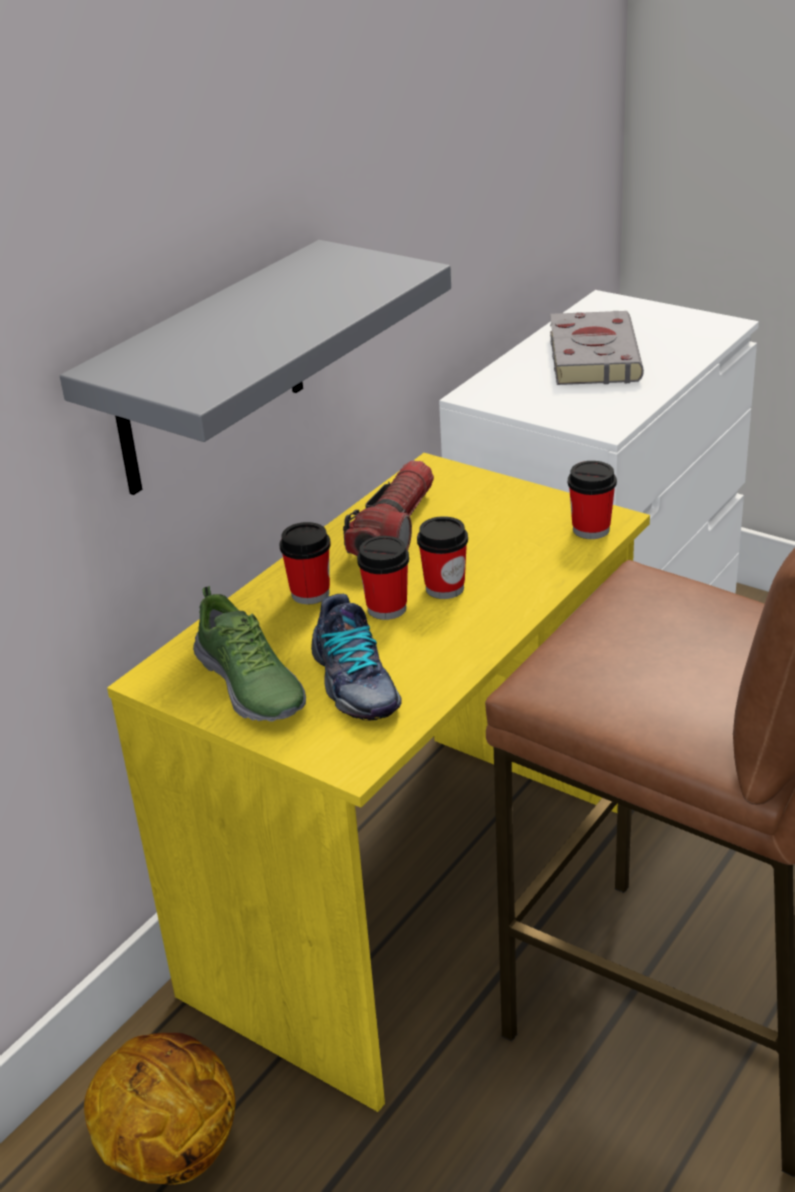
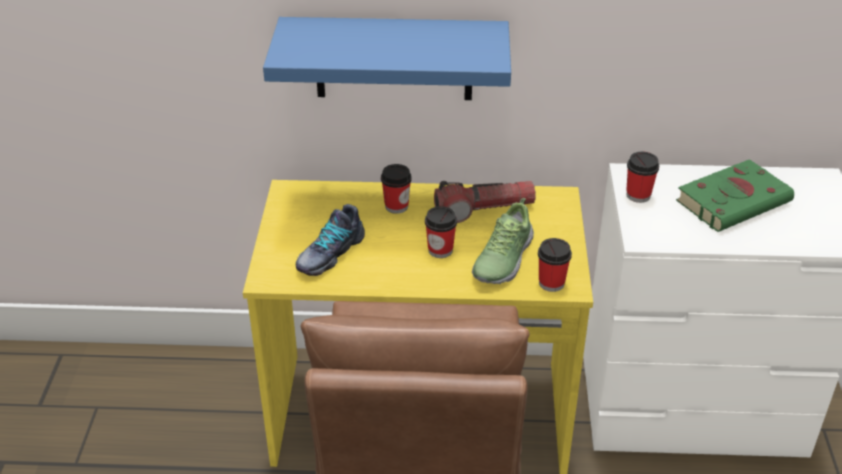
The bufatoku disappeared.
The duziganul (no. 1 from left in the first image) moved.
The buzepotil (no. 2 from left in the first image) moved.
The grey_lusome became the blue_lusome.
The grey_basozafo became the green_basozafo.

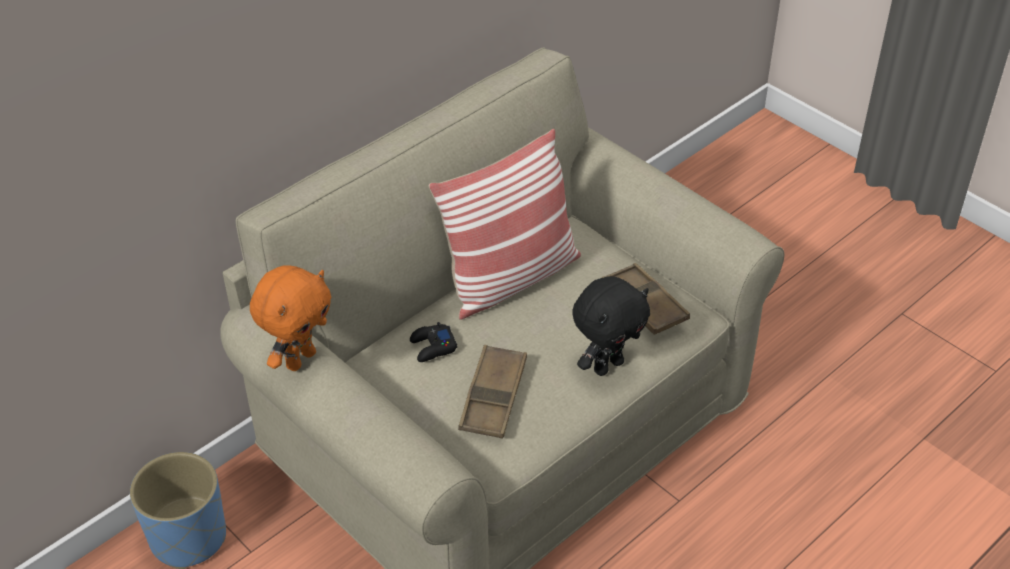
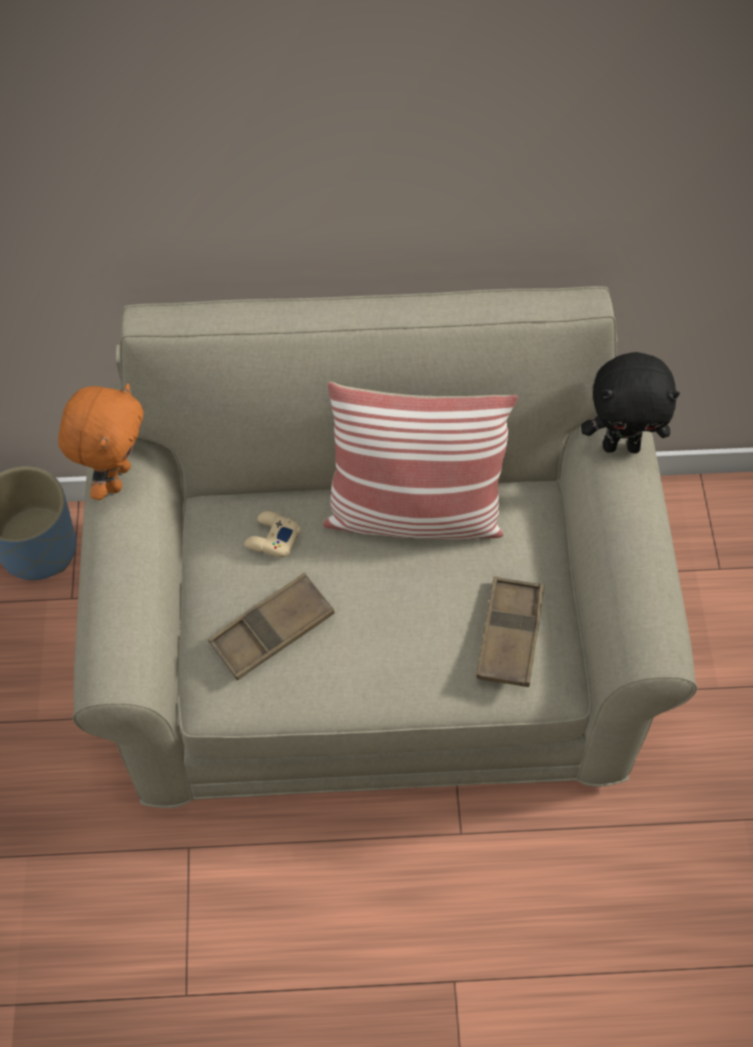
The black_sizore moved.
The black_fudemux became the beige_fudemux.
The orange_sizore turned 60 degrees counterclockwise.

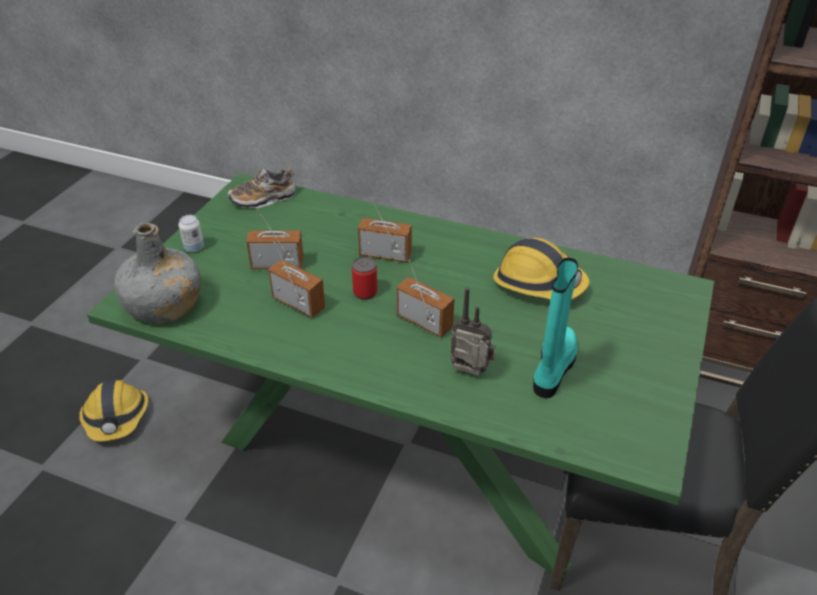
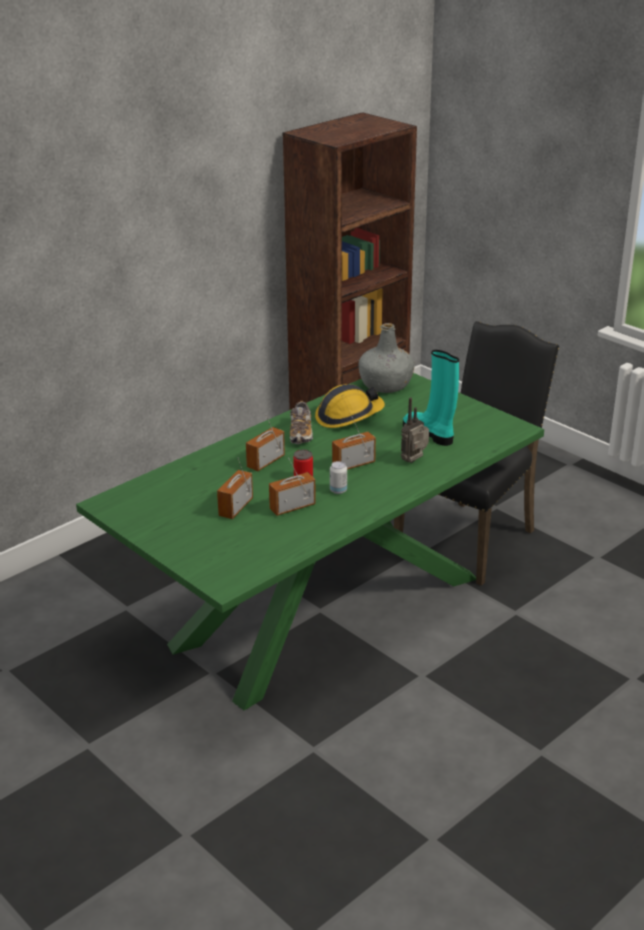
The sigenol (no. 1 from left) disappeared.
The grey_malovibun moved.
The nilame (no. 1 from left in the first image) moved.
The duziganul moved.

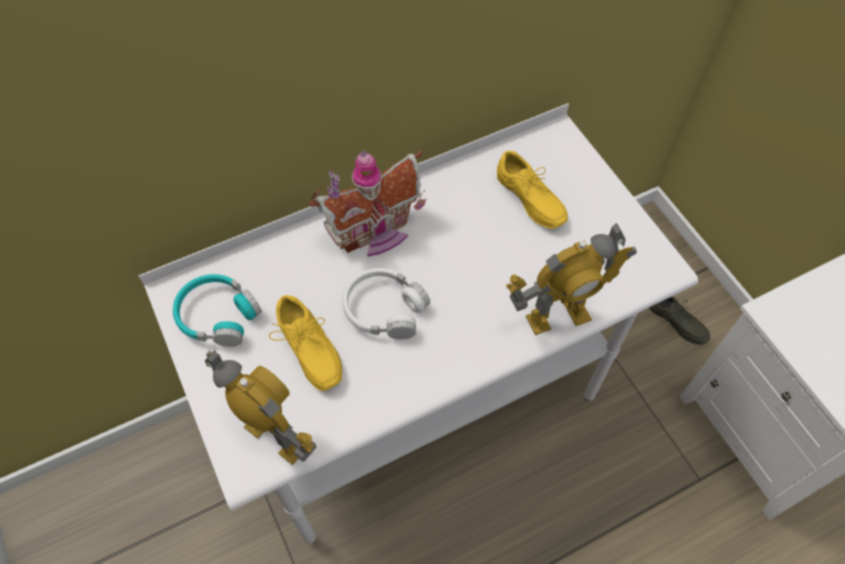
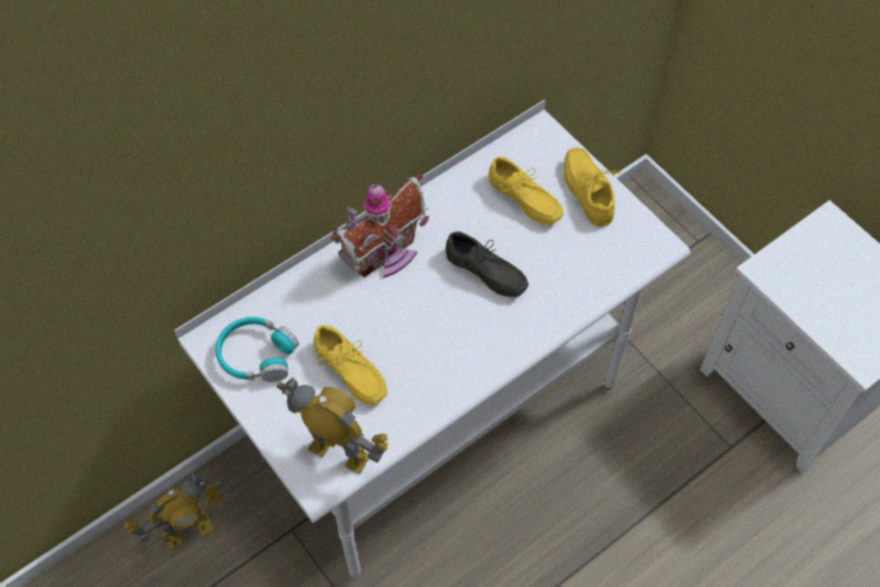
The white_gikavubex disappeared.
The yellow_duziganul (no. 3 from left) appeared.
The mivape (no. 2 from left in the first image) moved.
The grey_duziganul moved.

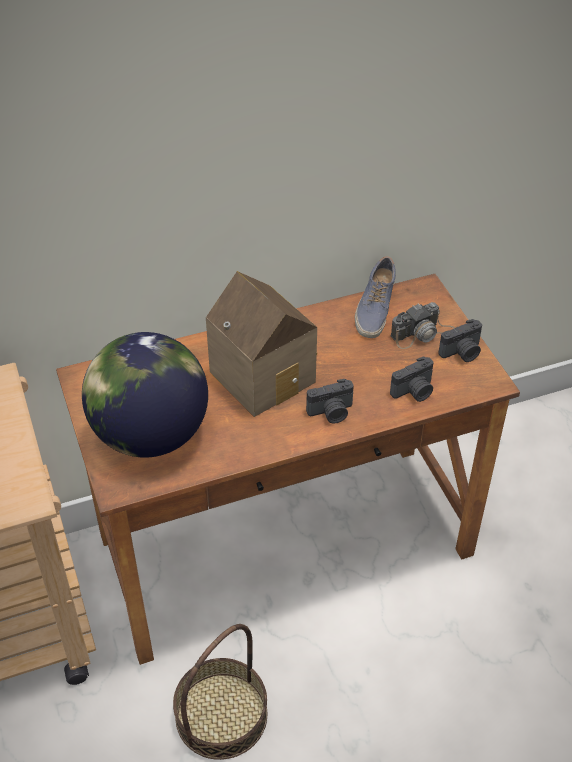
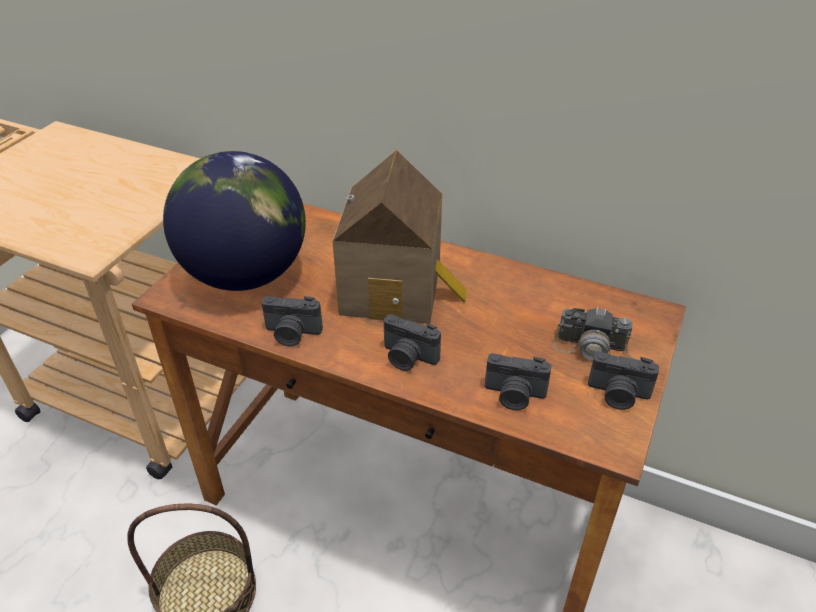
The duziganul disappeared.
The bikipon (no. 1 from left) appeared.

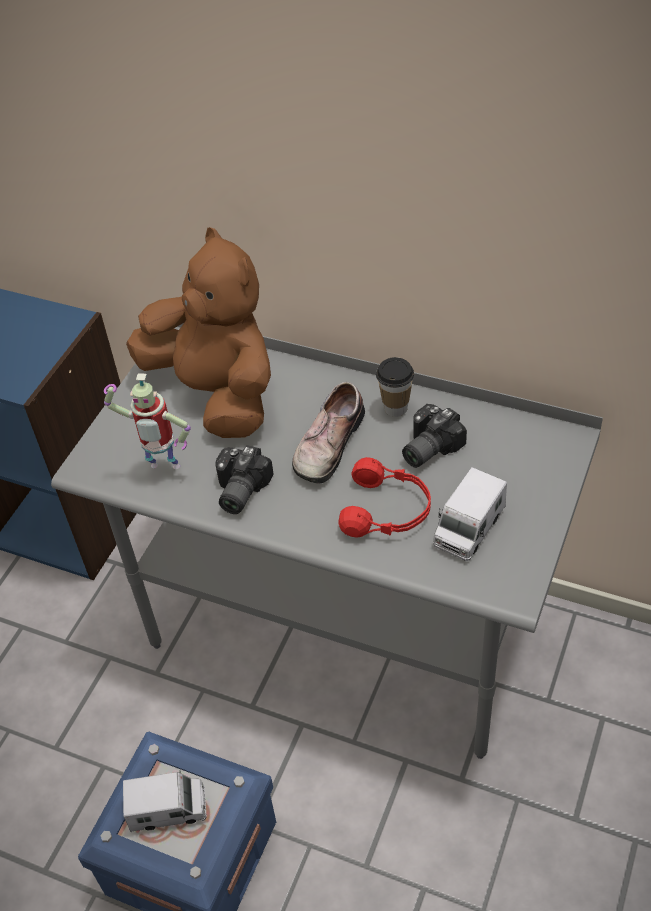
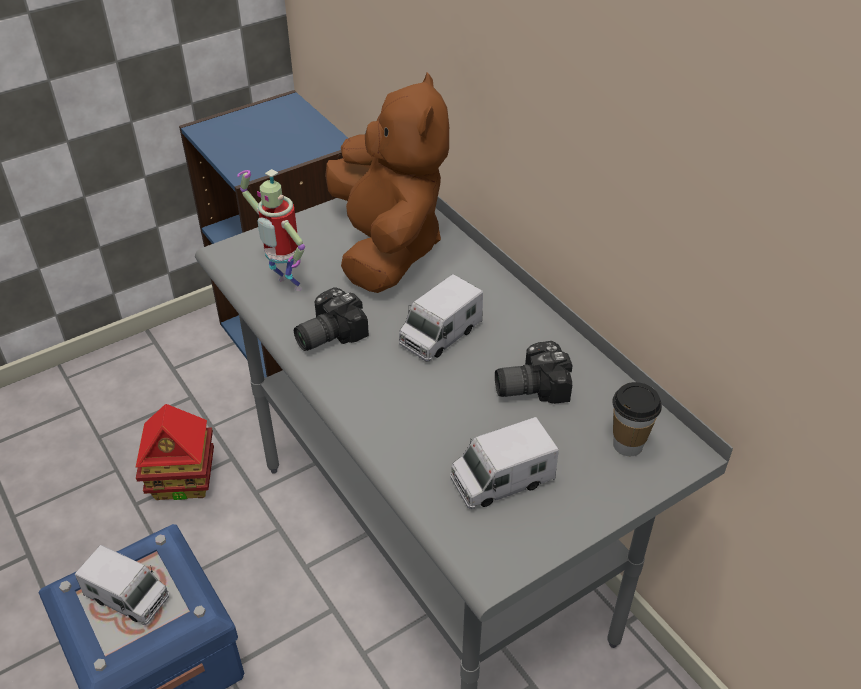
The red_gikavubex disappeared.
The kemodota appeared.
The buzepotil moved.
The duziganul was replaced by the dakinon (no. 2 from left).

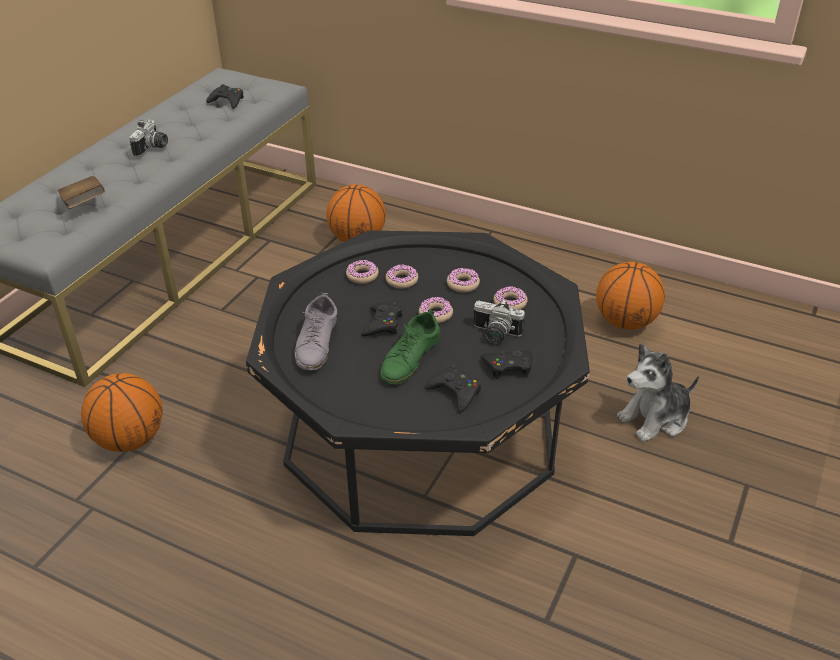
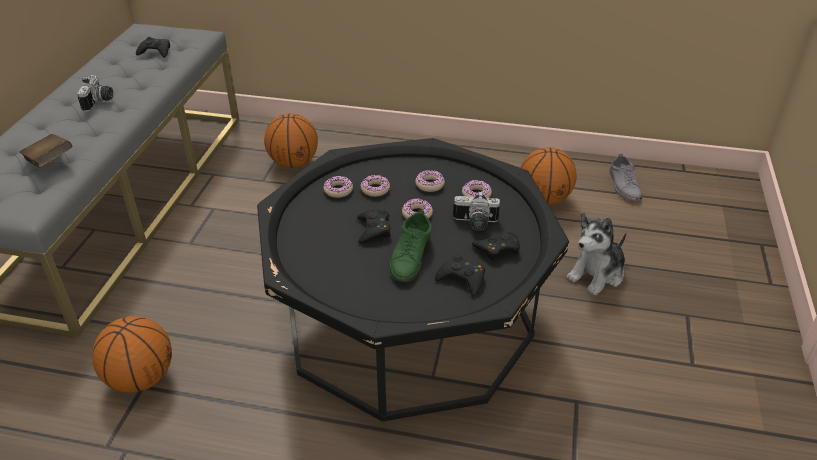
The grey_duziganul moved.

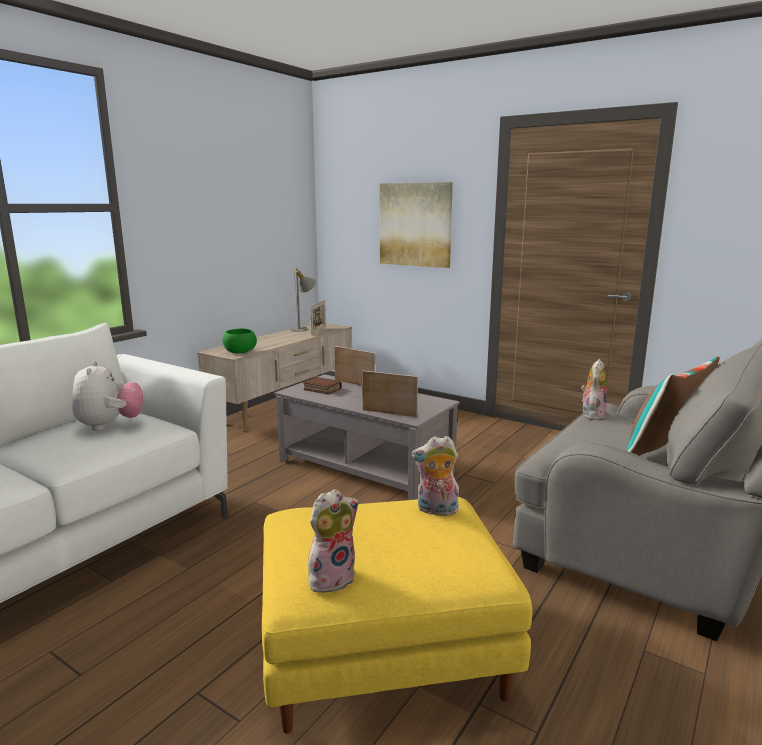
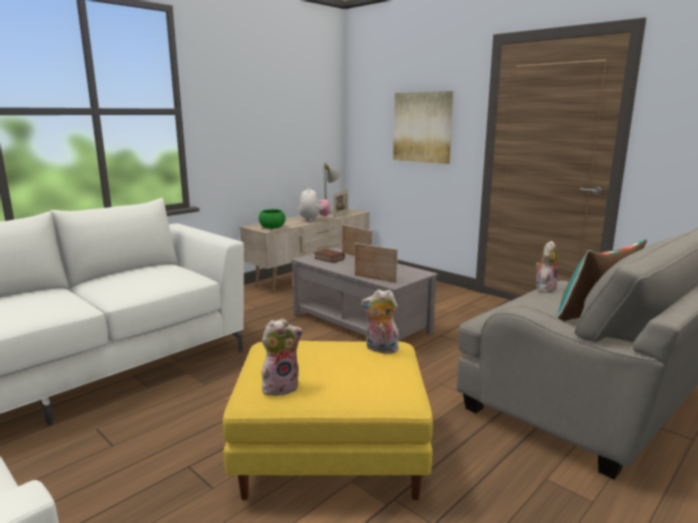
The sizore (no. 1 from left in the first image) moved.

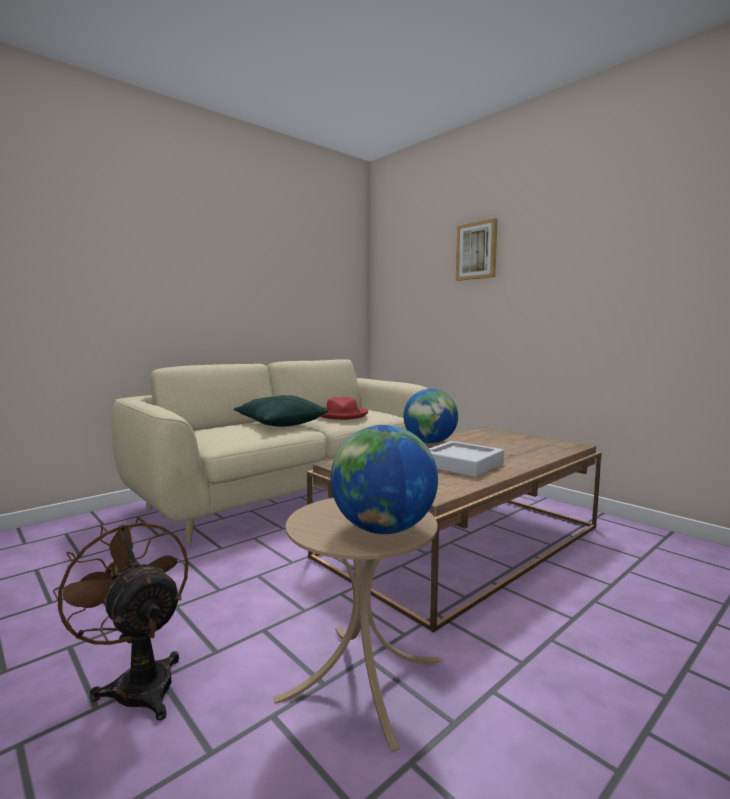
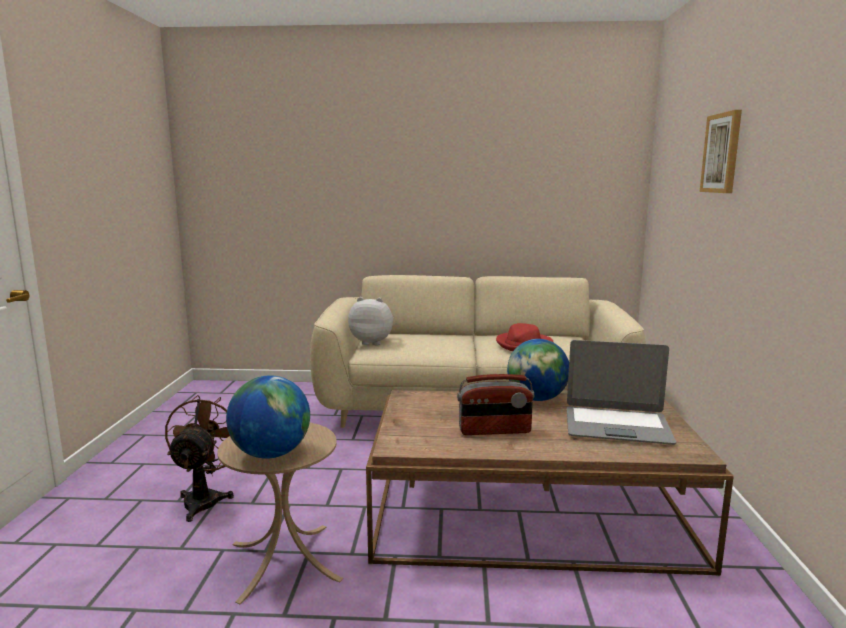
The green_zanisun disappeared.
The sizore appeared.
The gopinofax appeared.
The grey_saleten was replaced by the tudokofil.

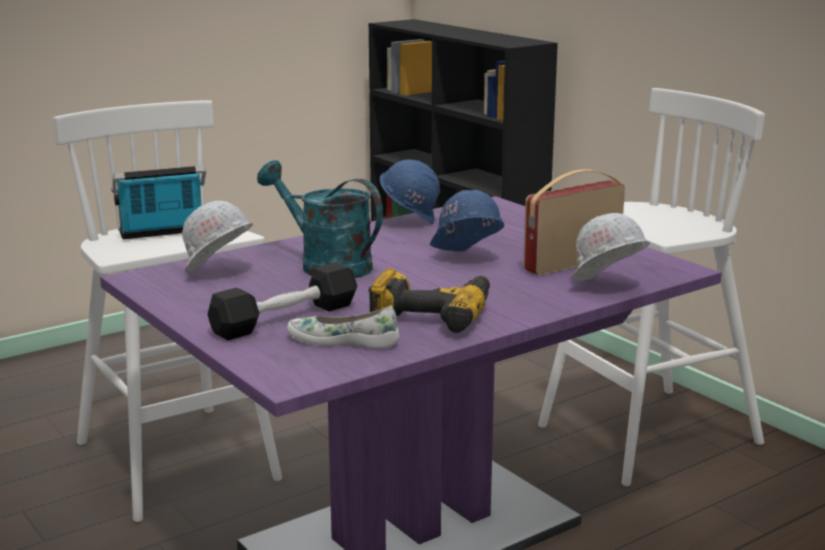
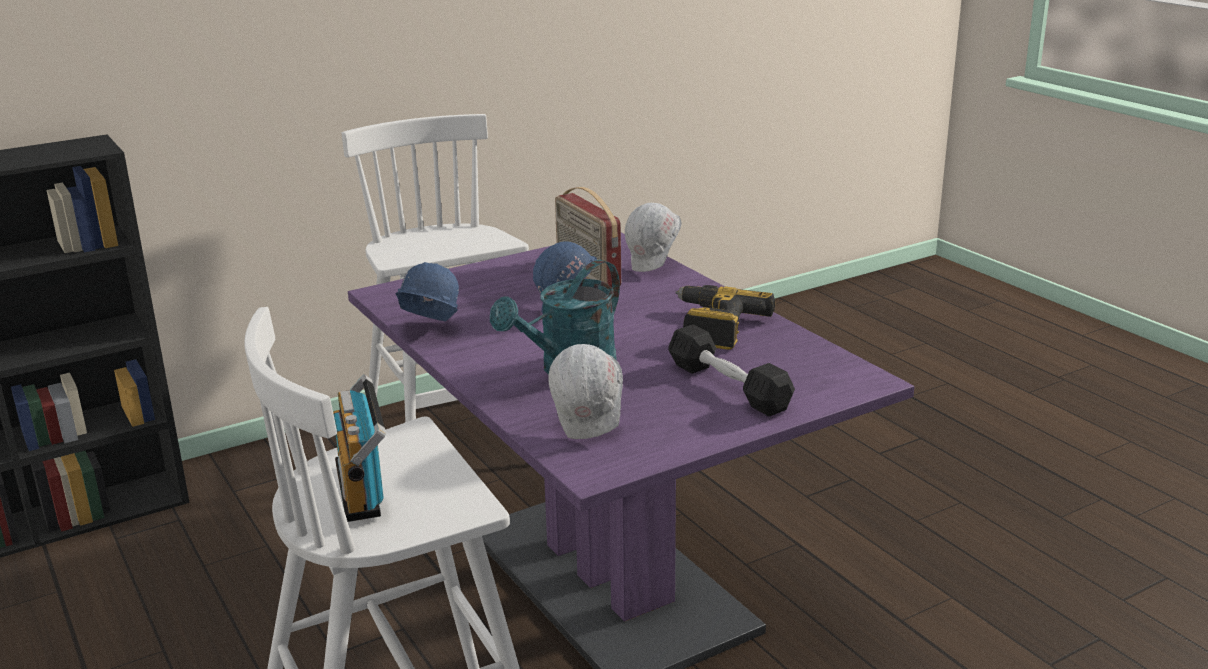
The white_duziganul disappeared.

